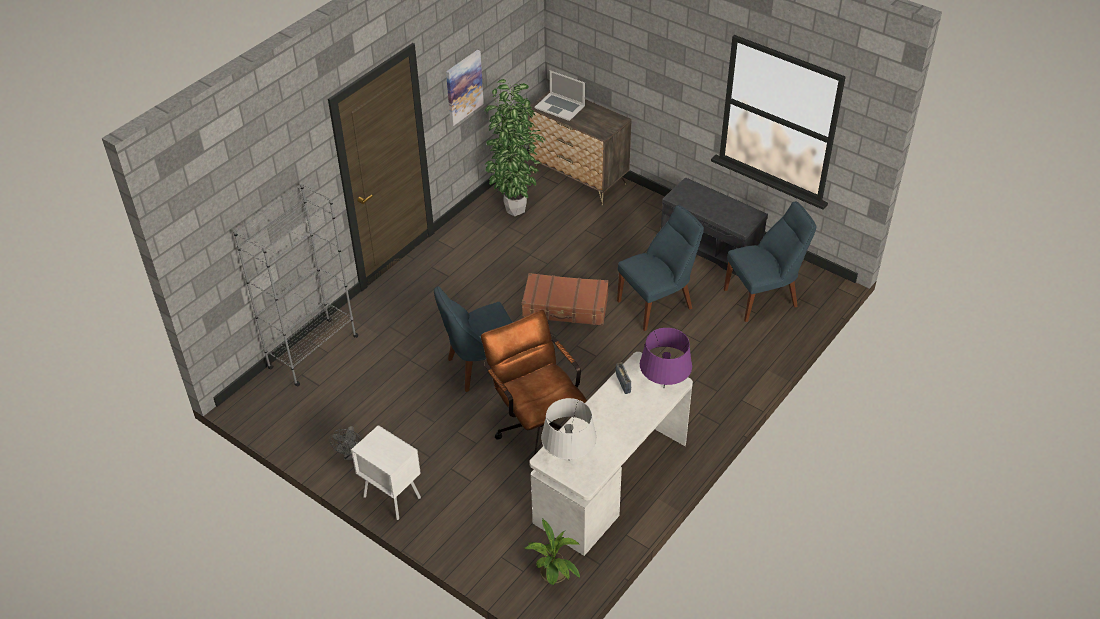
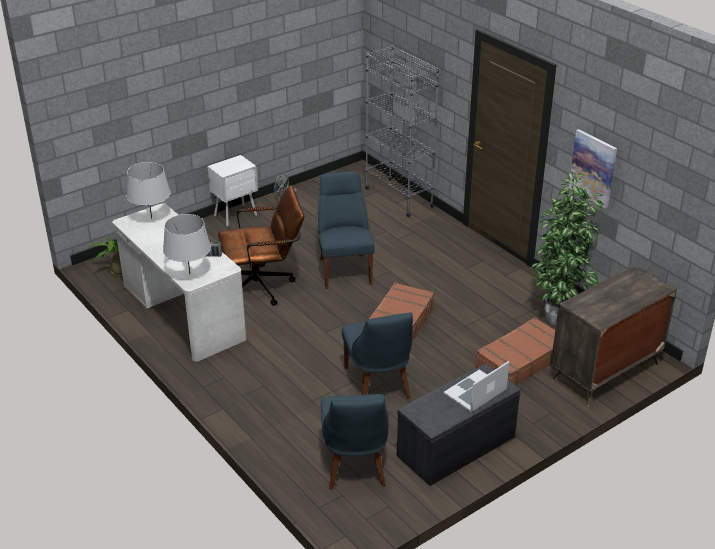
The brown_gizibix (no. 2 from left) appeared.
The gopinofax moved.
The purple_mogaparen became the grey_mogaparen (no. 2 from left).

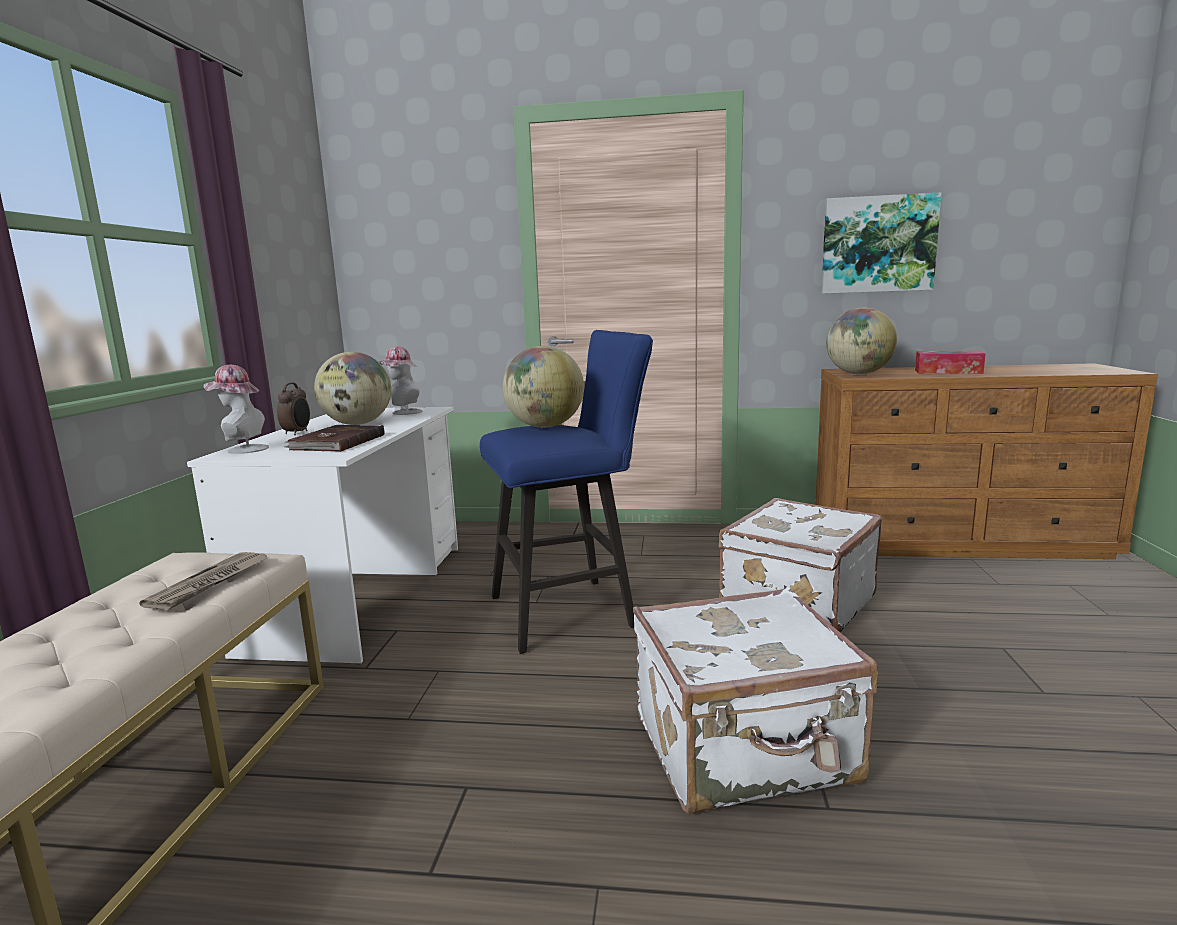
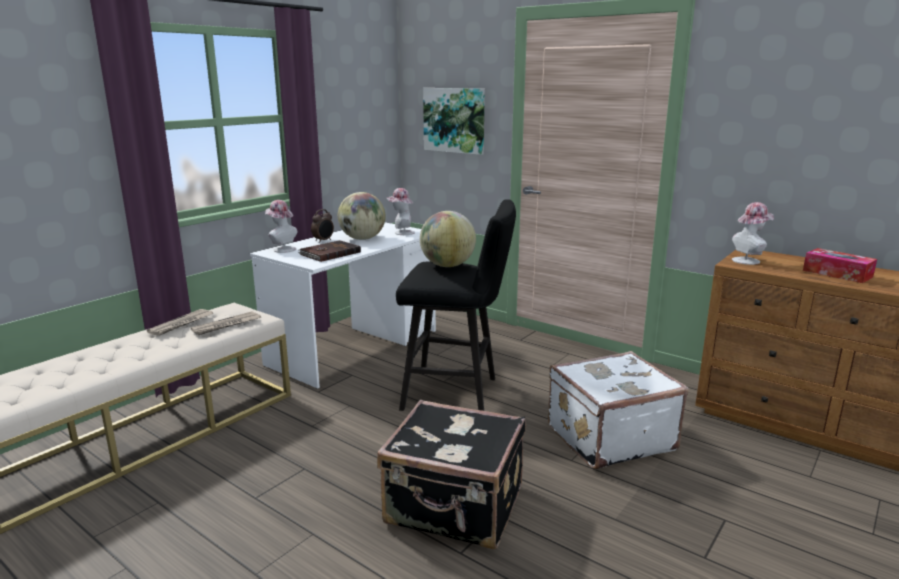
The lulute (no. 1 from left) appeared.
The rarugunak moved.
The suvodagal (no. 3 from left) was replaced by the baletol (no. 3 from left).
The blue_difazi became the black_difazi.
The white_gizibix (no. 1 from left) became the black_gizibix.

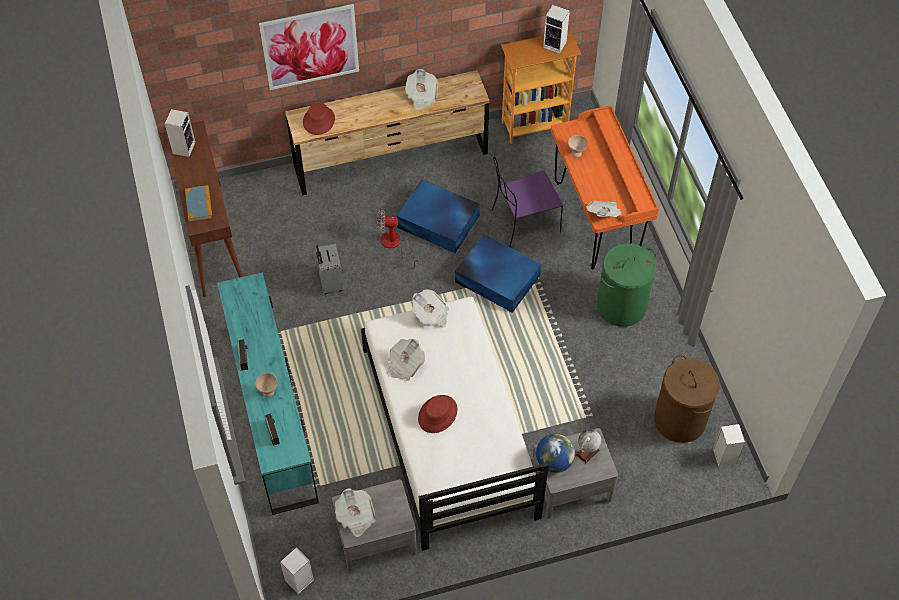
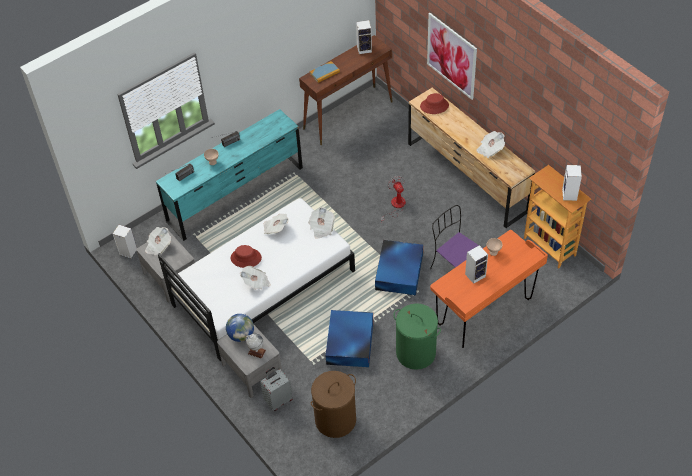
The grey_gizibix moved.
The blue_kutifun (no. 1 from left) moved.
The lulute (no. 5 from left in the first image) moved.
The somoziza (no. 4 from left in the first image) moved.

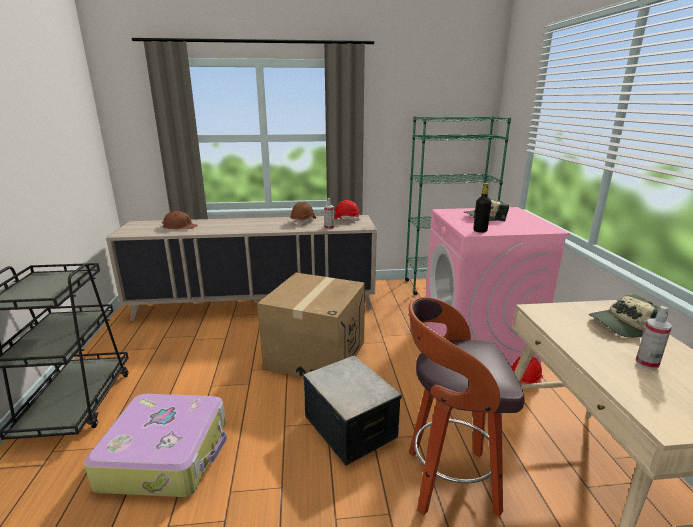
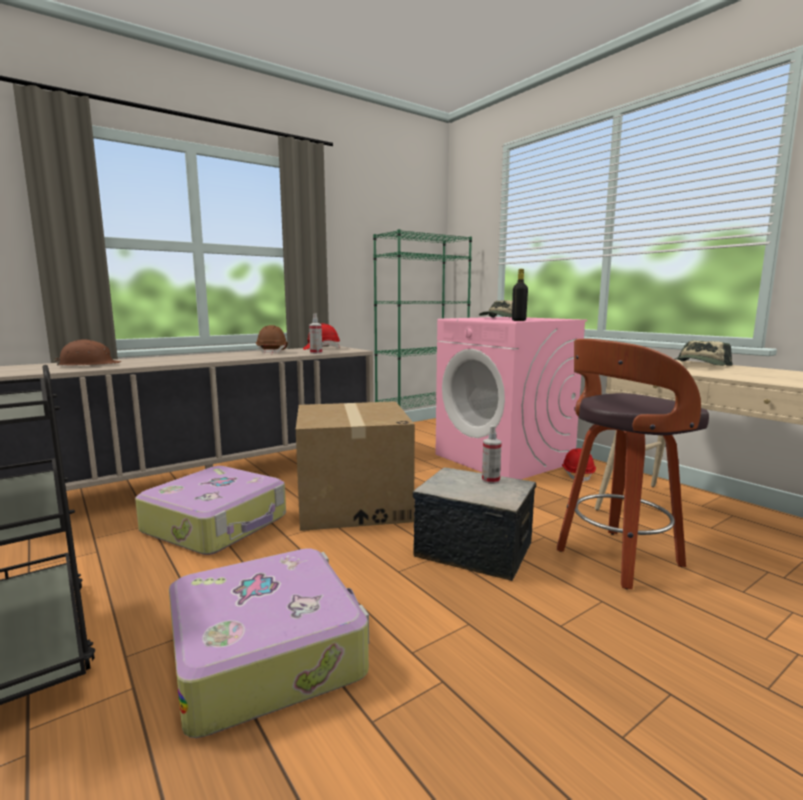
The gizibix (no. 1 from left) appeared.
The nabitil (no. 2 from left) moved.

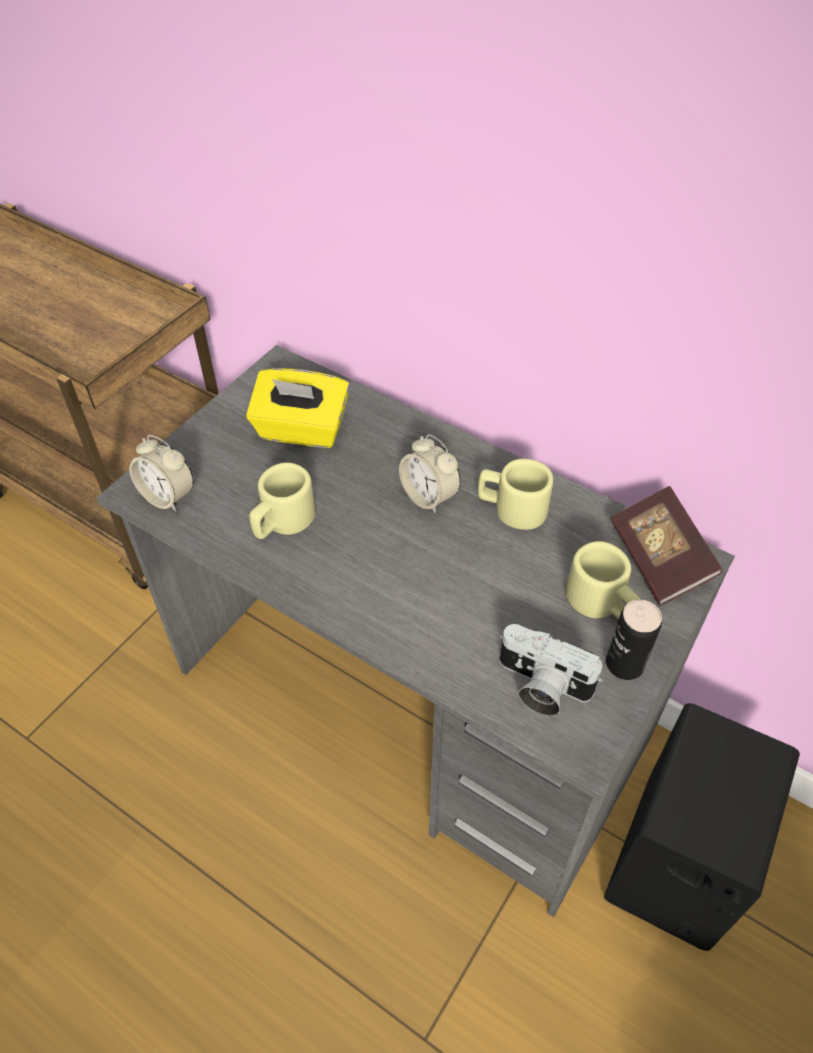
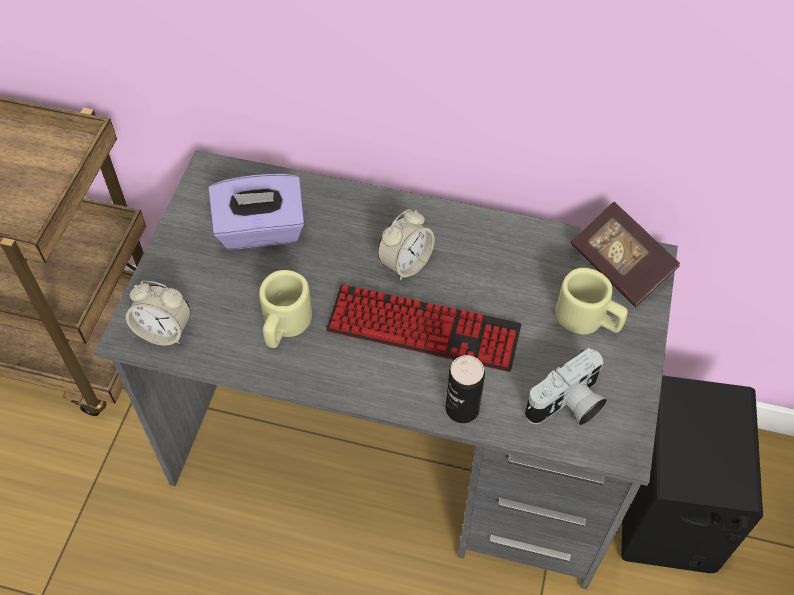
The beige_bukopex (no. 2 from left) disappeared.
The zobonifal appeared.
The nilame moved.
The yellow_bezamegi became the purple_bezamegi.
The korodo (no. 2 from left) turned 75 degrees counterclockwise.
The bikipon turned 45 degrees counterclockwise.

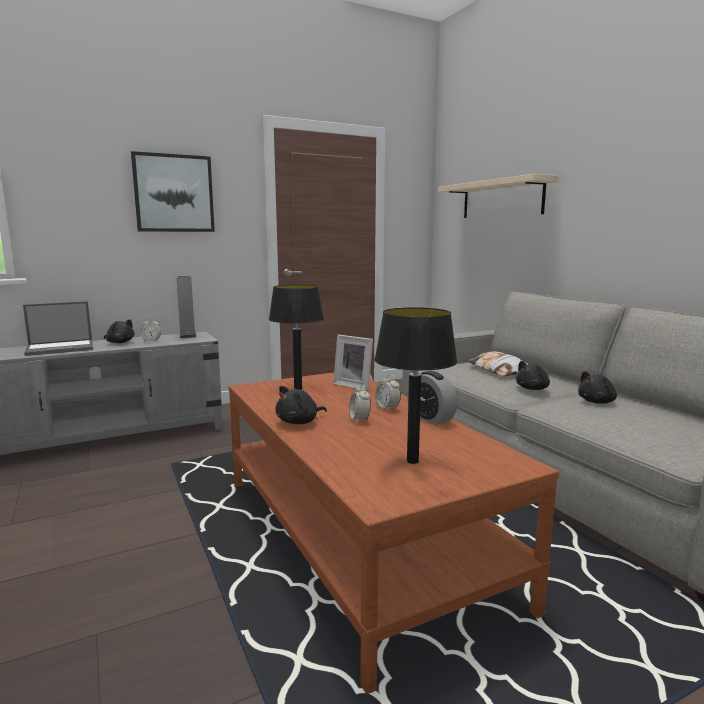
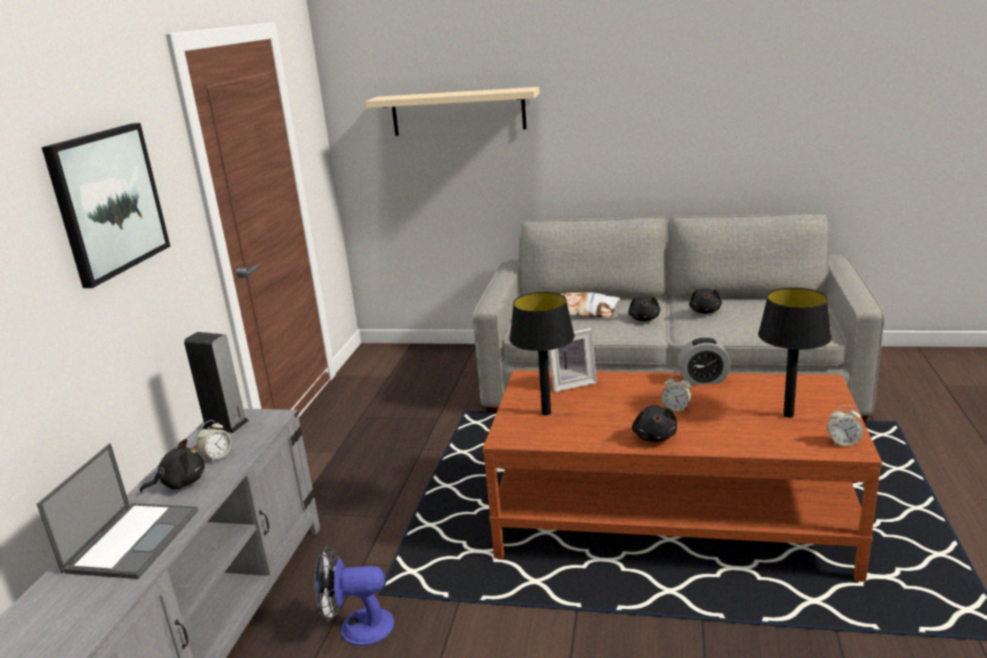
The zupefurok appeared.
The korodo (no. 3 from left in the first image) moved.

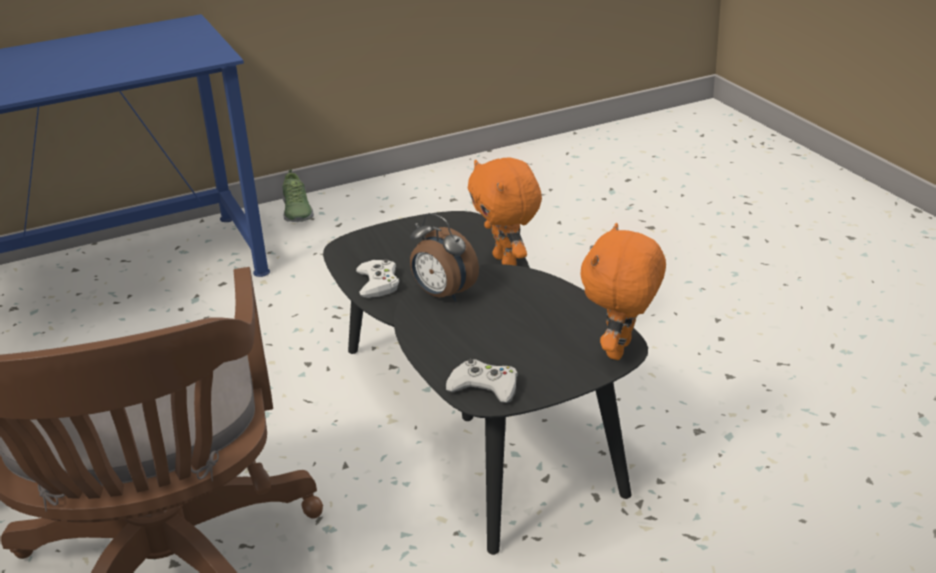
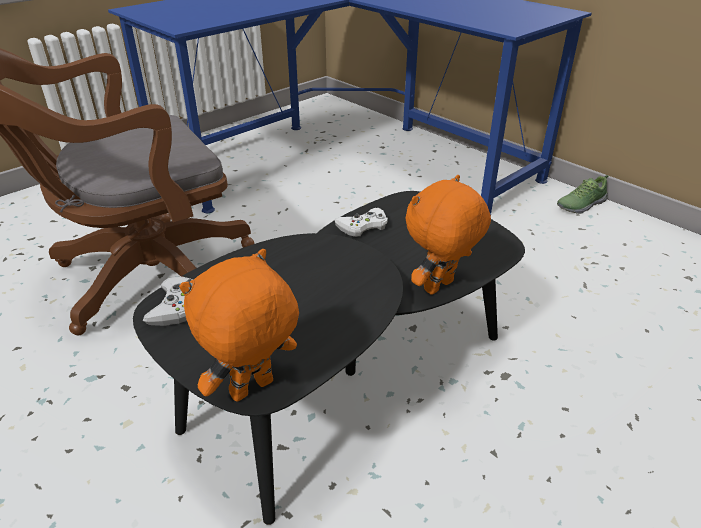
The korodo disappeared.
The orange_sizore (no. 2 from left in the first image) turned 45 degrees counterclockwise.

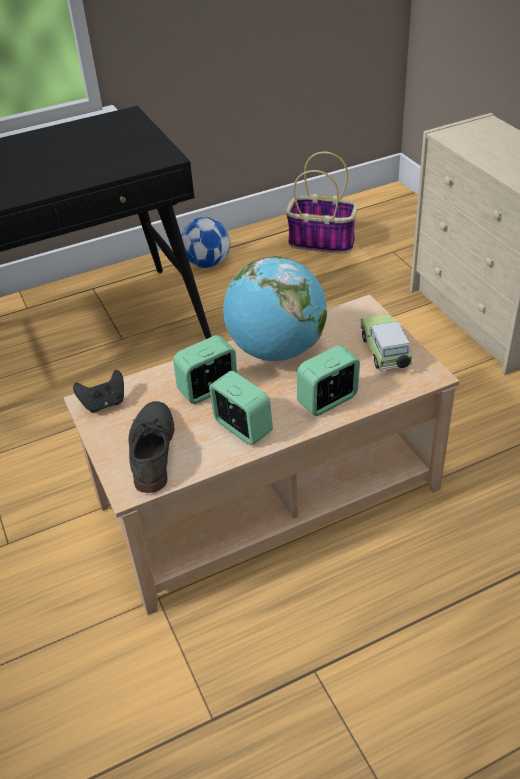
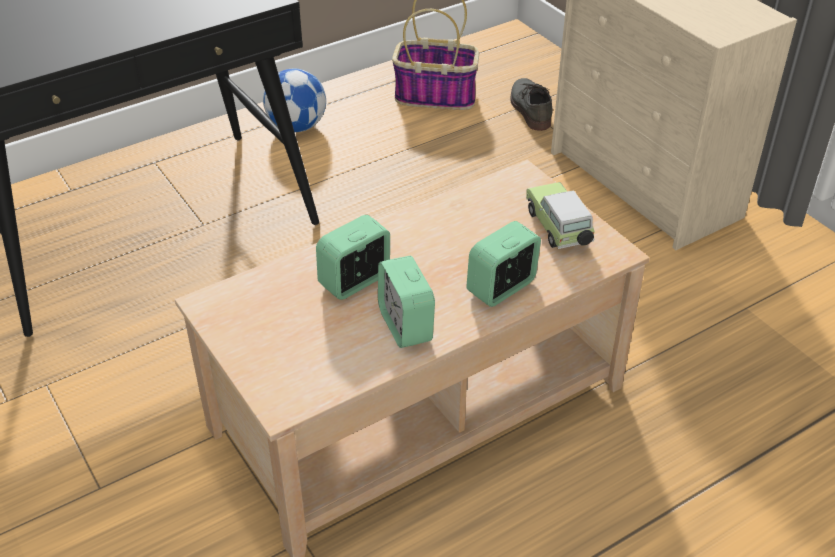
The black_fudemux disappeared.
The suvodagal disappeared.
The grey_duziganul moved.
The korodo (no. 2 from left) turned 150 degrees counterclockwise.

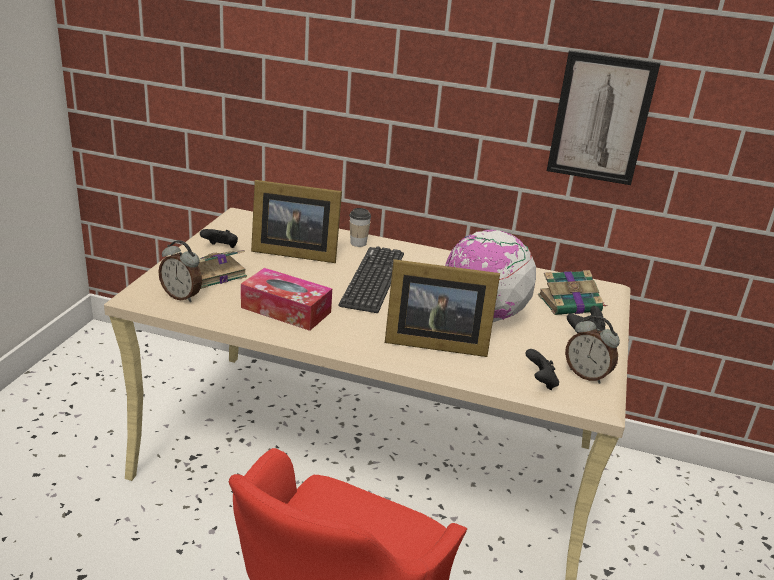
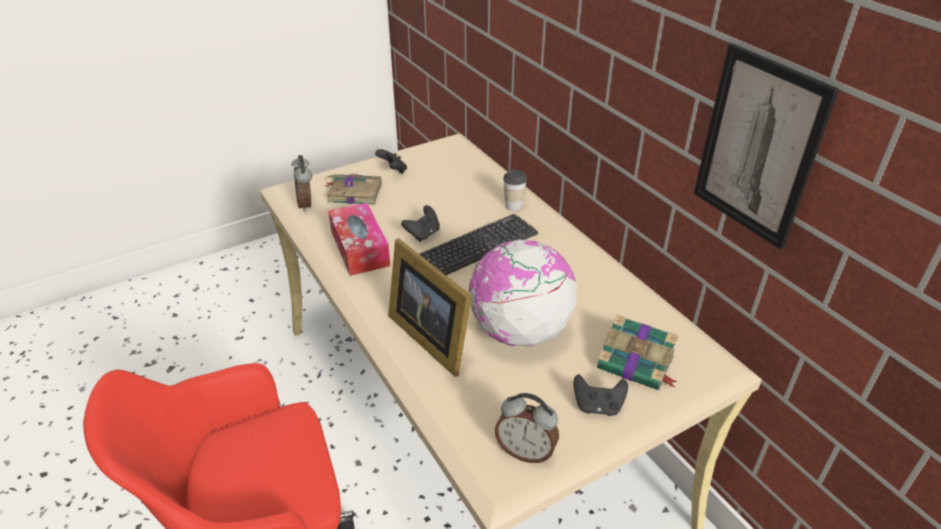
The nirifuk (no. 1 from left) disappeared.
The black_fudemux (no. 2 from left) moved.
The korodo (no. 2 from left) turned 60 degrees counterclockwise.

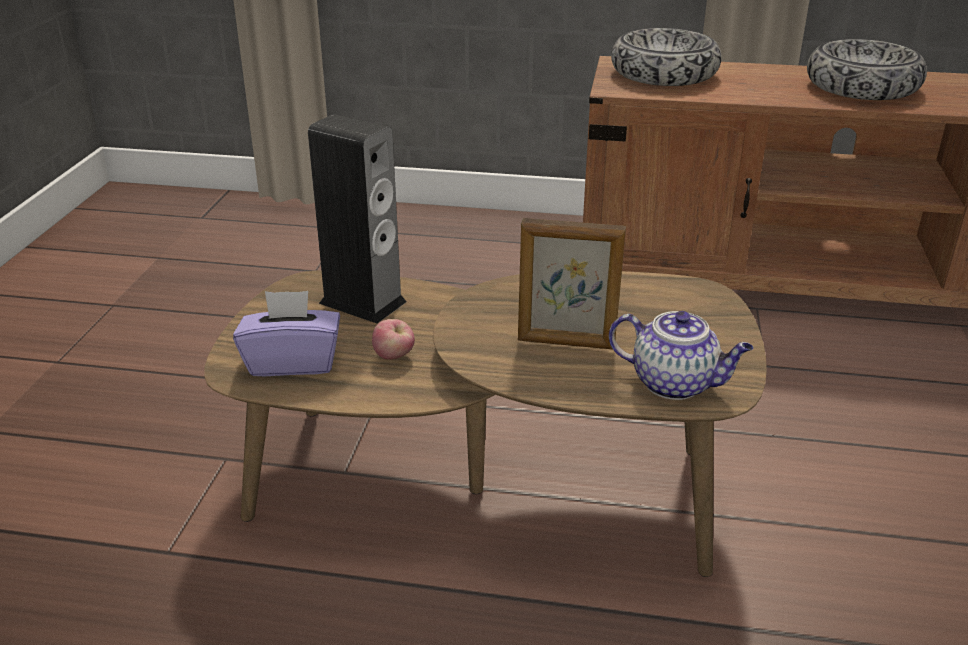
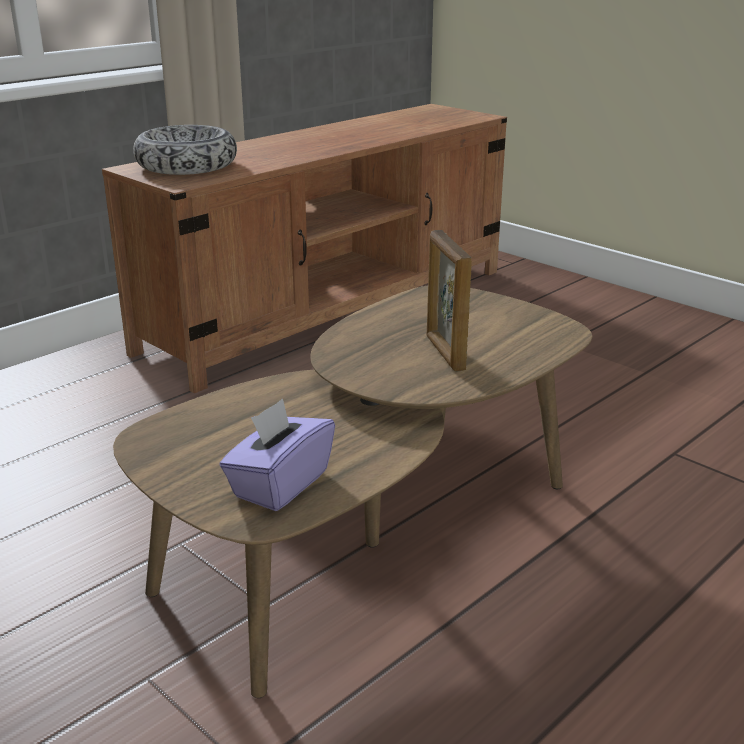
The somoziza disappeared.
The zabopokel disappeared.
The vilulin disappeared.
The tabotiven (no. 2 from left) disappeared.
The nirifuk turned 120 degrees clockwise.

